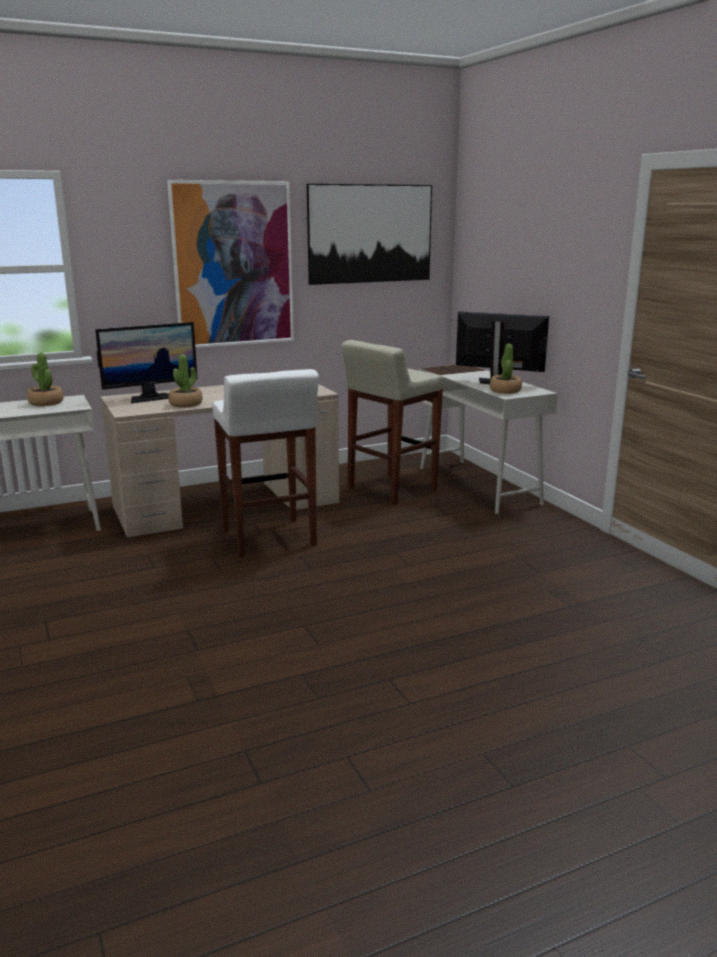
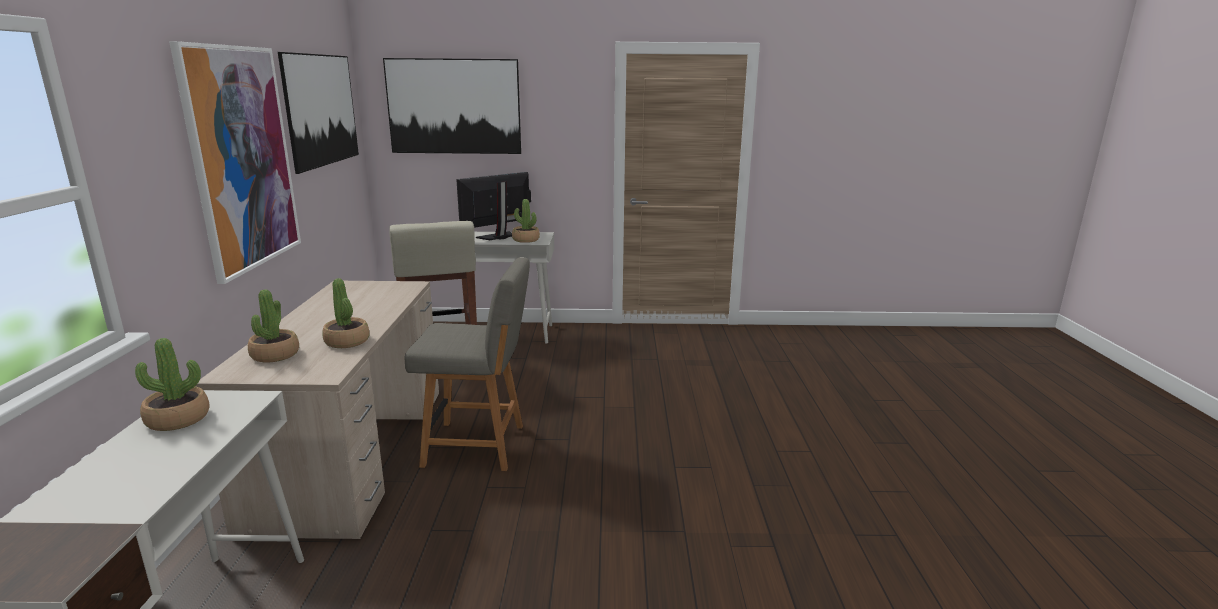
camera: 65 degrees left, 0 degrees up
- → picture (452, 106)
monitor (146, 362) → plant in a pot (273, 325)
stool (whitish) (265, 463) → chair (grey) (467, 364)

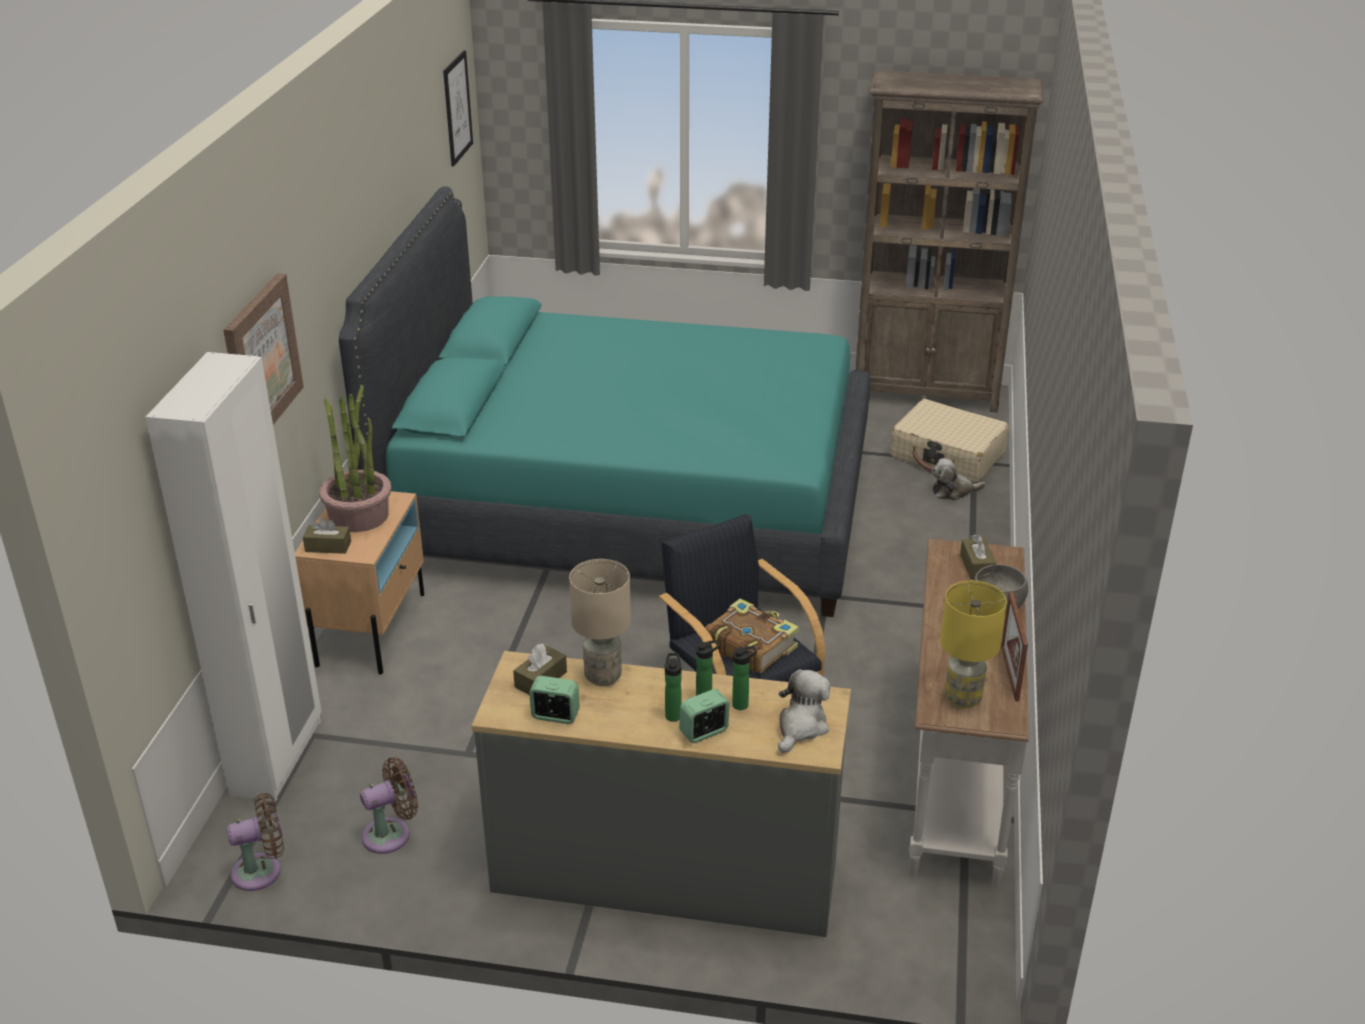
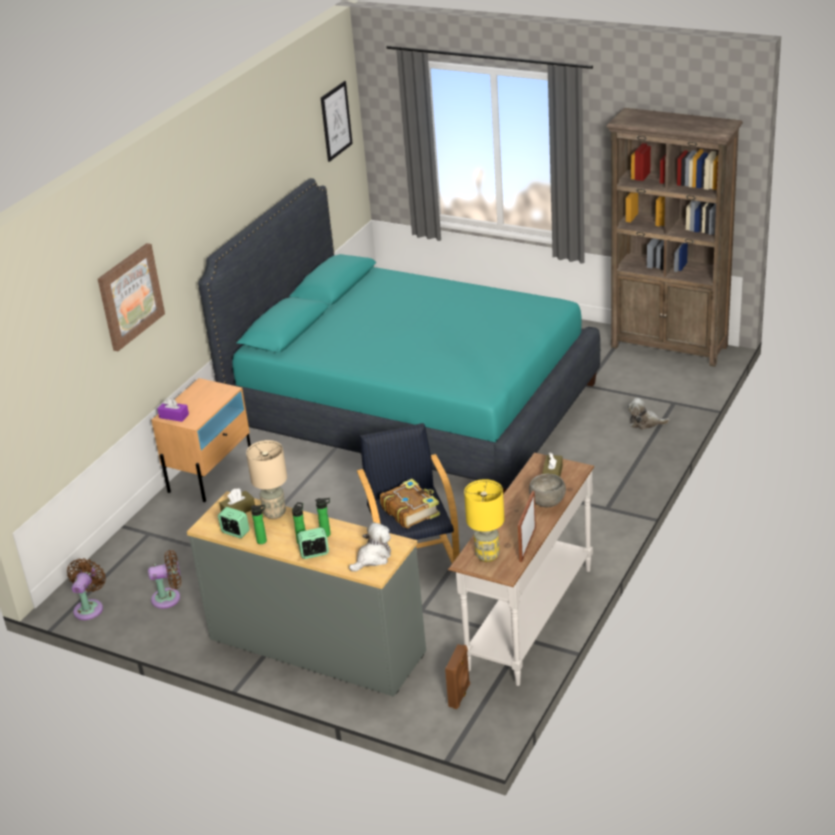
camera: 20 degrees right, 0 degrees up
clothes cupboard (whitish) (234, 577) → -
plant in a pot (355, 458) → -
suitcase (beige-coloured) (950, 441) → -
- → speaker (brownish) (457, 676)
bottle (744, 677) → bottle (258, 524), relocated
tissue box (brownish) (327, 536) → tissue box (purple-coloured) (173, 410)
electric fan (brownish) (255, 842) → electric fan (brownish) (86, 589), 75 degrees counterclockwise

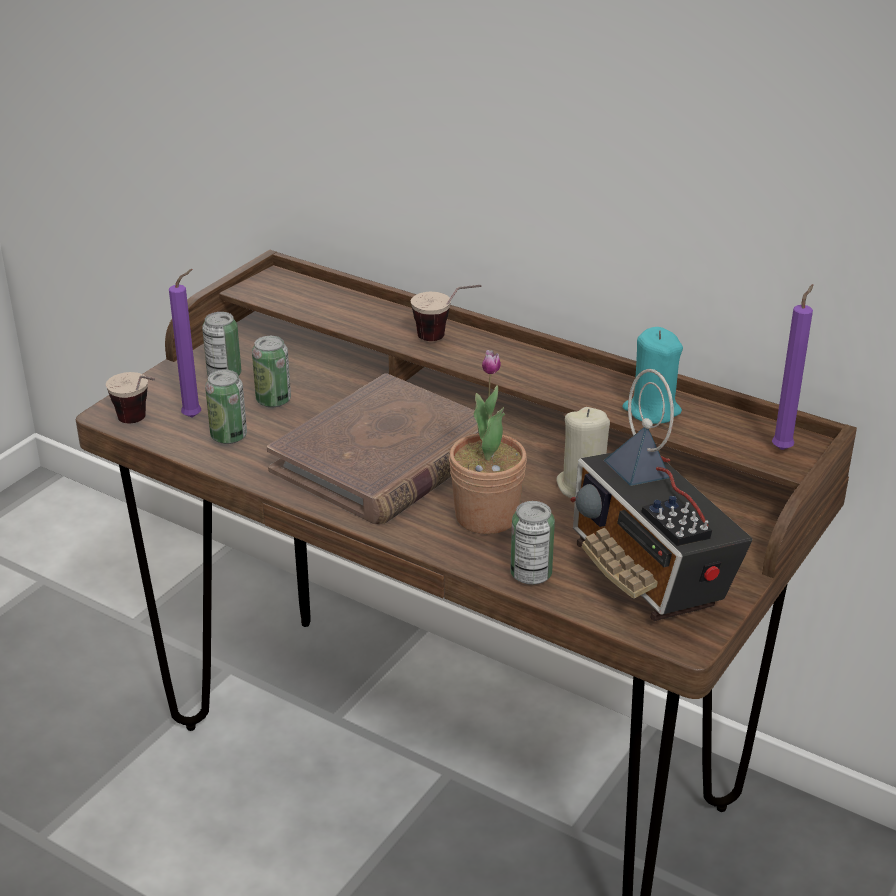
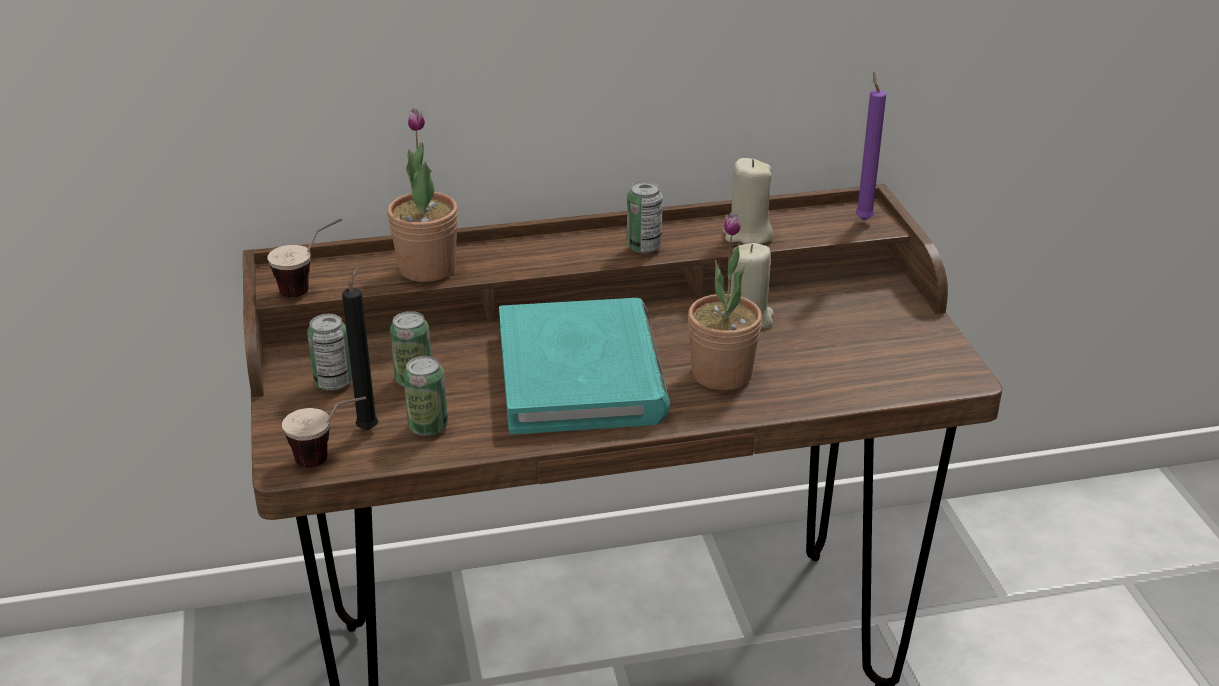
camera: 45 degrees left, 0 degrees up
radio set (661, 495) → -
- → plant in a pot (422, 195)
small cup (446, 313) → small cup (305, 258), relocated
metal can (532, 543) → metal can (645, 217), relocated
wax light (purple-coloured) (185, 343) → wax light (black-coloured) (360, 348)
book (brownish) (373, 449) → book (turquoise) (584, 366)
wax light (turquoise) (652, 375) → wax light (beige-coloured) (748, 201)

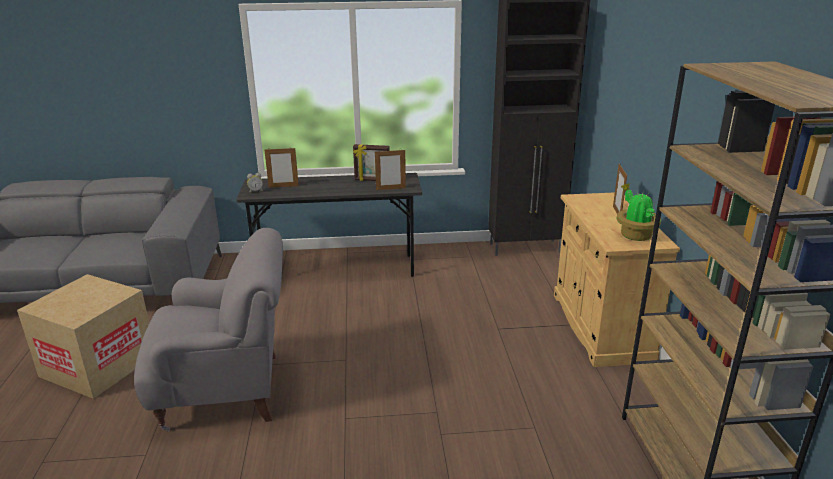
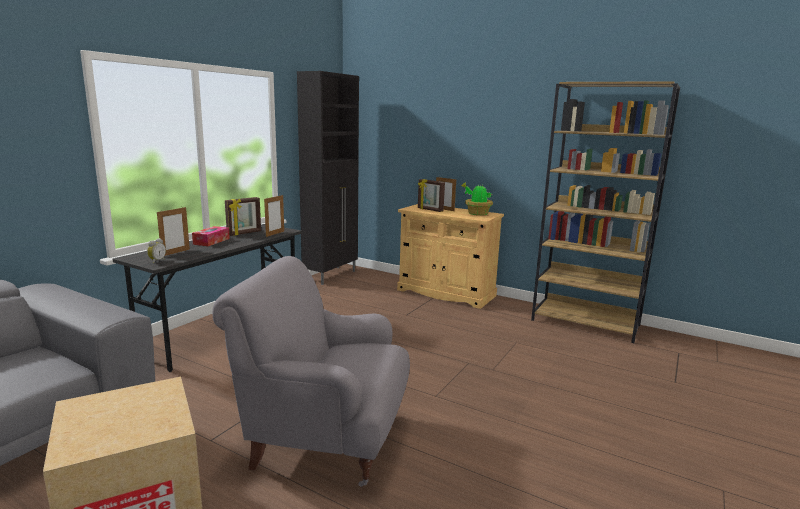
camera: 55 degrees left, 10 degrees down
- → tissue box (211, 236)
- → picture frame (431, 195)
armchair (grey) (208, 329) → armchair (grey) (311, 371), 105 degrees counterclockwise

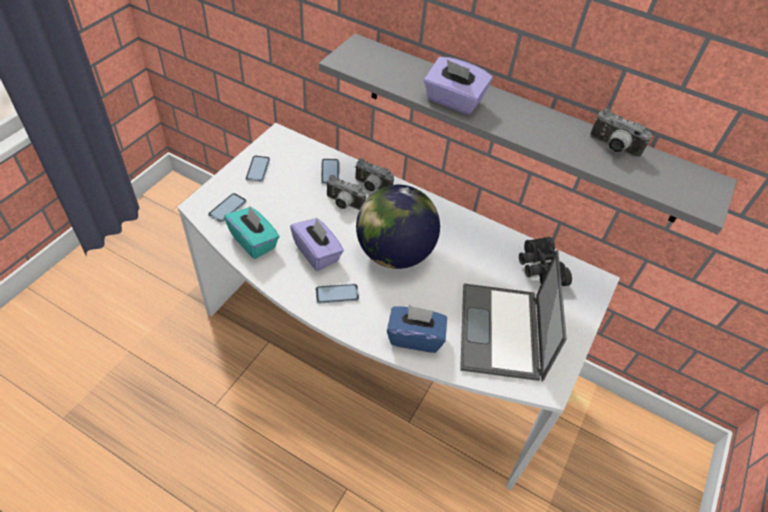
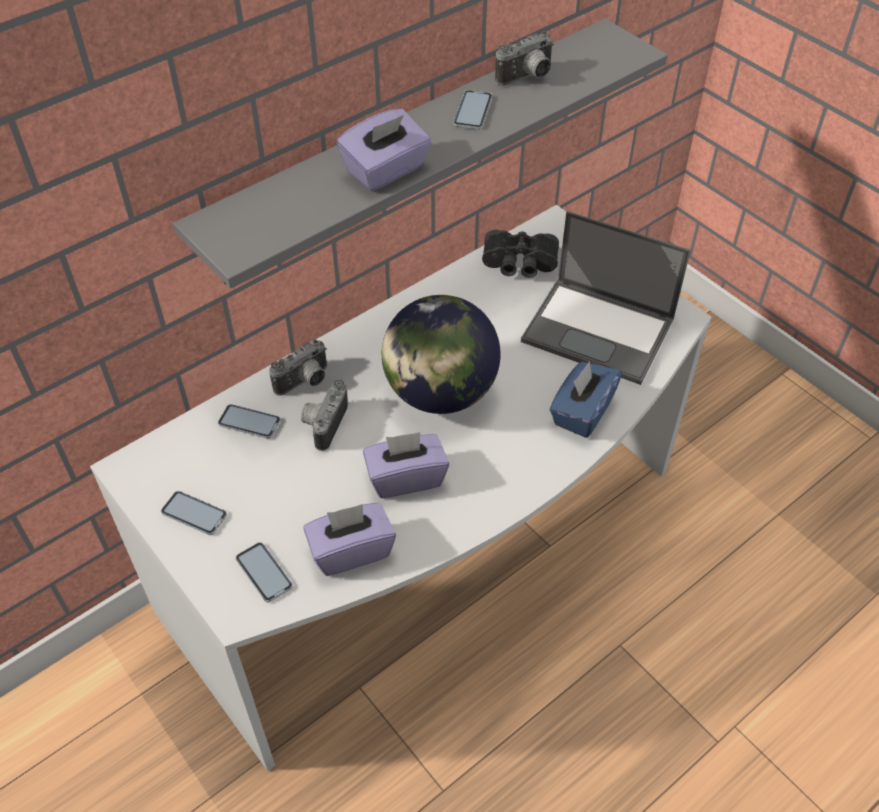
camera: 65 degrees left, 0 degrees up
telephone (337, 294) → telephone (473, 109), relocated
tissue box (turquoise) (252, 232) → tissue box (purple-coloured) (349, 539)
still camera (346, 192) → still camera (324, 415), 150 degrees clockwise

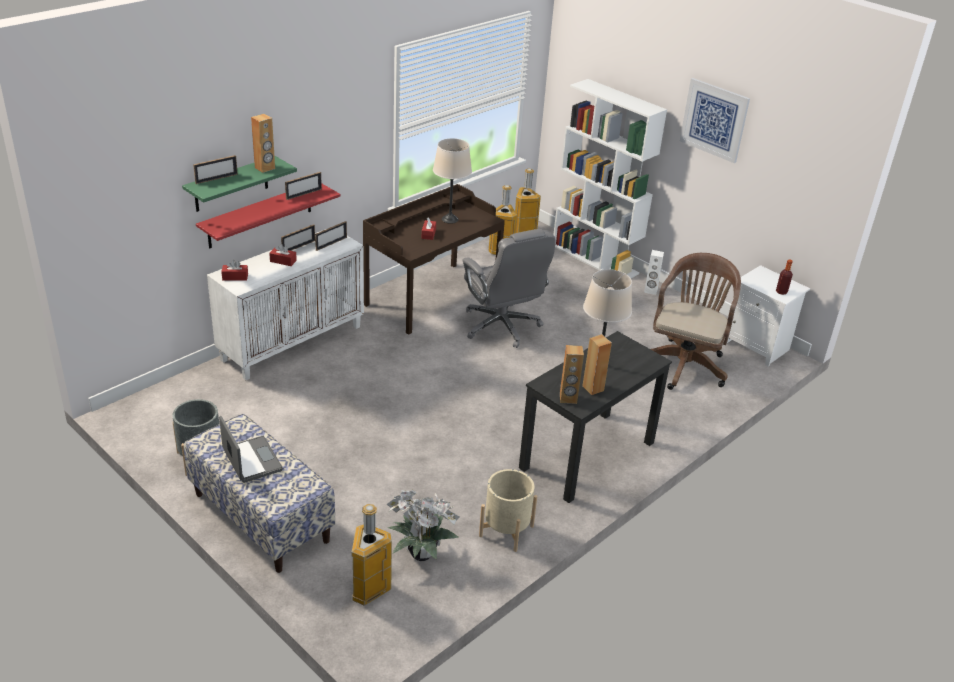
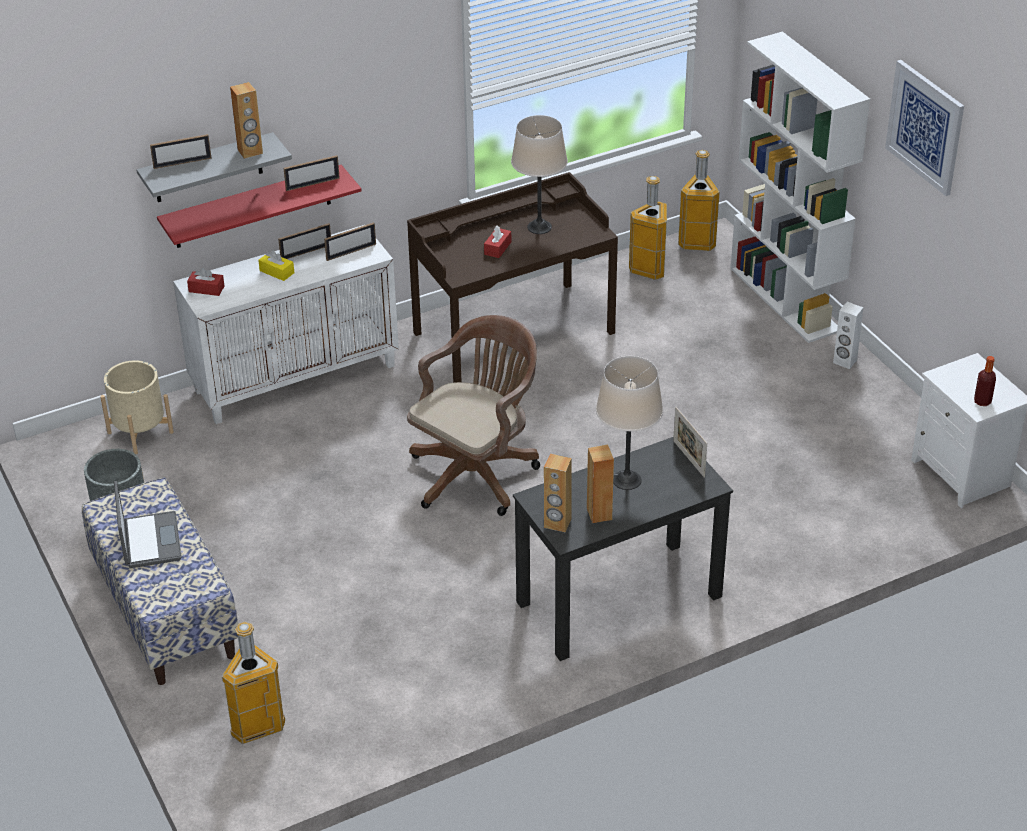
camera: 20 degrees right, 5 degrees up
plant in a pot (423, 525) → -
office chair (grey) (509, 288) → -
- → picture frame (690, 442)
plant pot (beige-coloured) (508, 510) → plant pot (beige-coloured) (137, 407), relocated
office chair (brownish) (696, 321) → office chair (brownish) (473, 415), relocated
shelf (green) (239, 184) → shelf (grey) (214, 167)
tissue box (red) (283, 255) → tissue box (yellow-coloured) (276, 265)

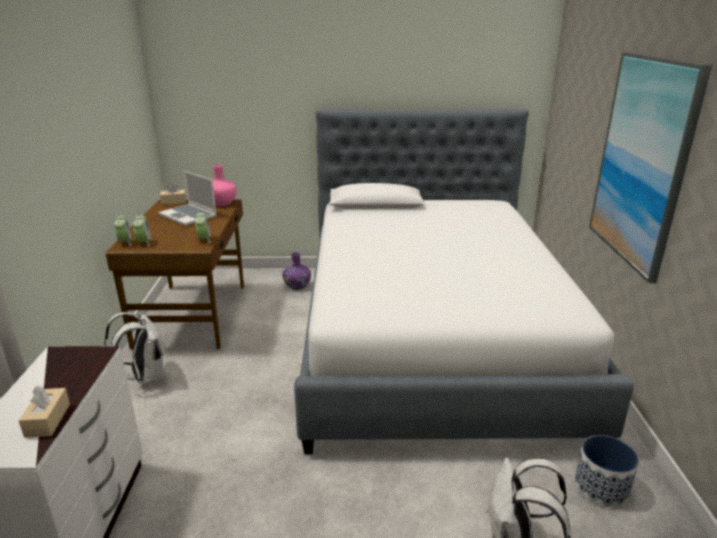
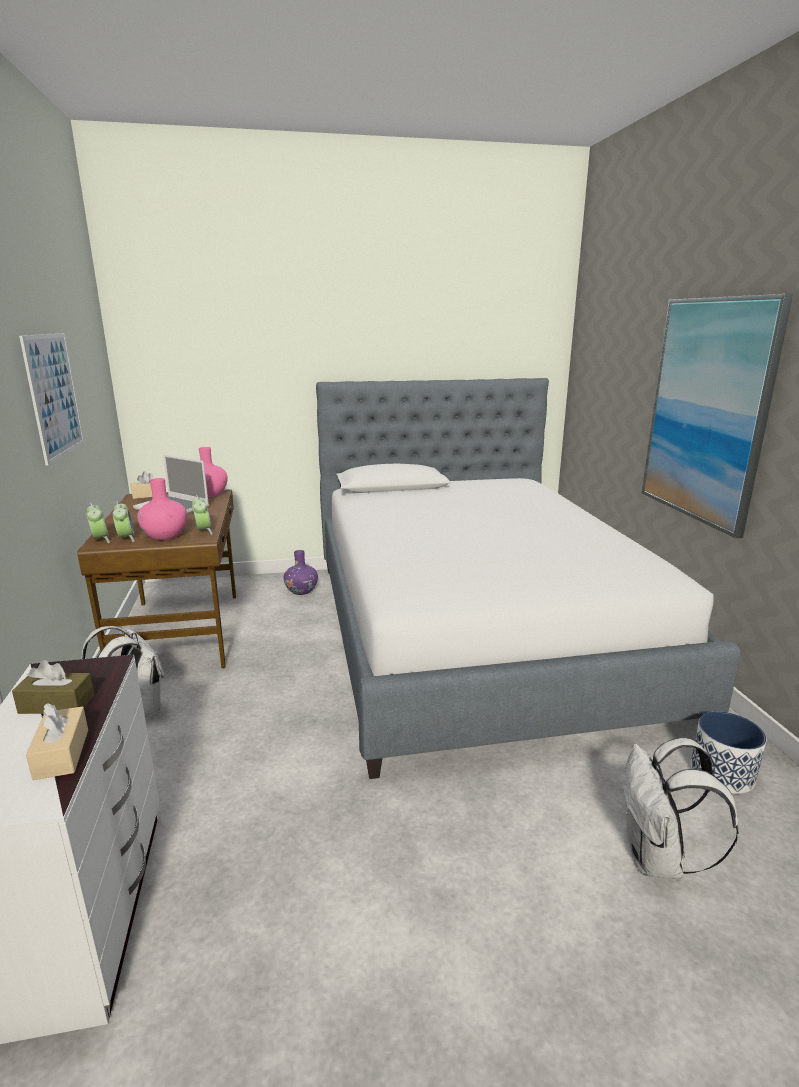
camera: 10 degrees left, 5 degrees down
- → tissue box (brownish) (53, 687)
- → picture (52, 399)
- → flower vase (pink) (162, 509)

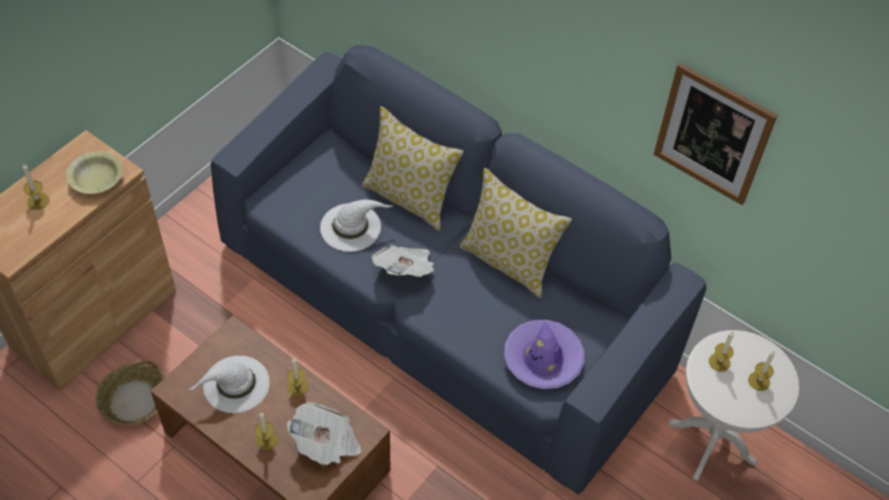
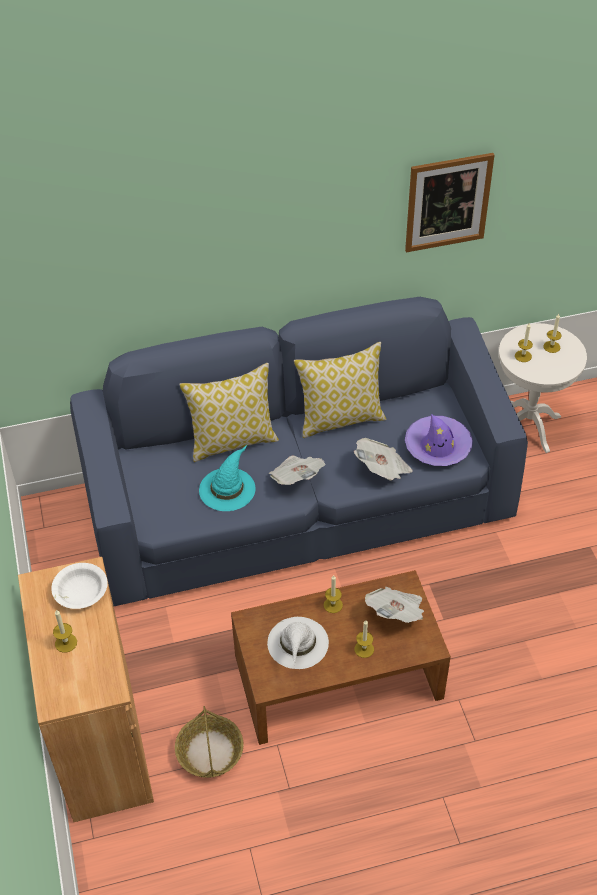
camera: 50 degrees left, 5 degrees down
- → newspaper (383, 459)
bowl (yellow-coloured) (94, 172) → bowl (whitish) (79, 586)
wearable hat (whitish) (357, 225) → wearable hat (turquoise) (227, 478)

